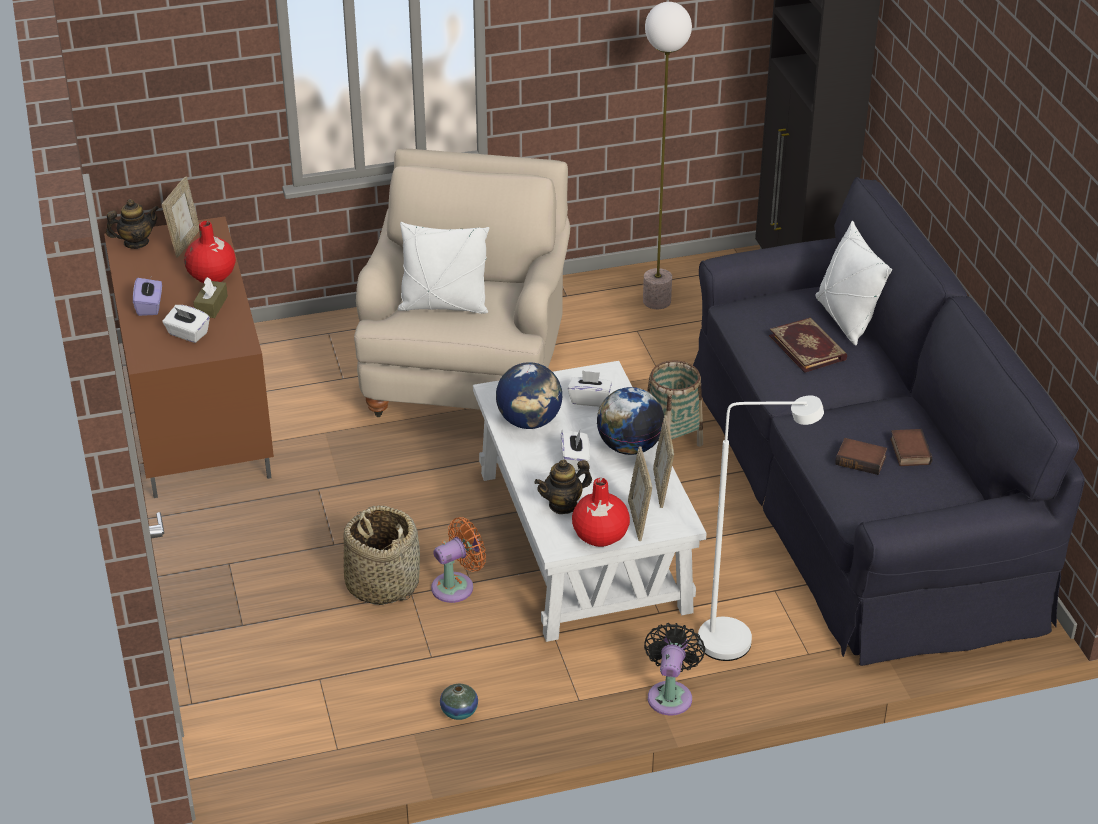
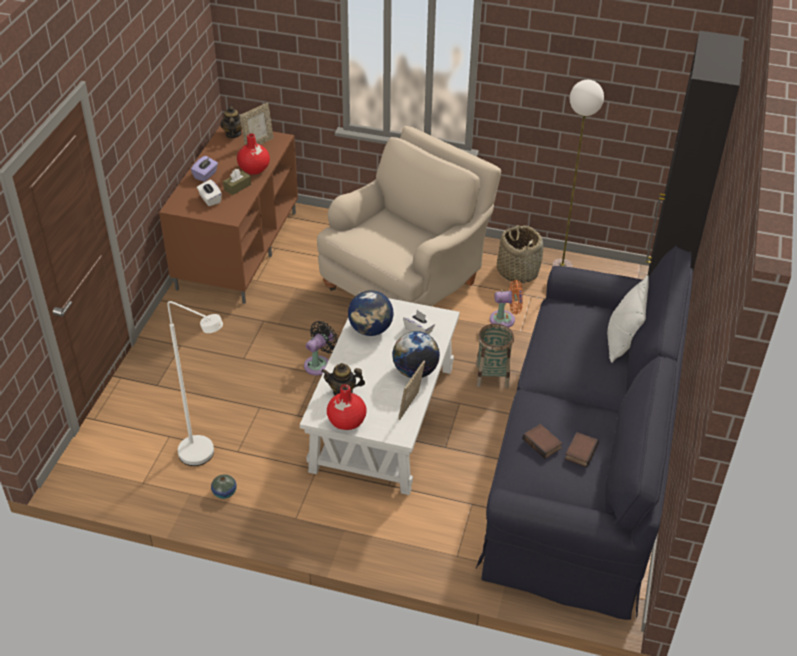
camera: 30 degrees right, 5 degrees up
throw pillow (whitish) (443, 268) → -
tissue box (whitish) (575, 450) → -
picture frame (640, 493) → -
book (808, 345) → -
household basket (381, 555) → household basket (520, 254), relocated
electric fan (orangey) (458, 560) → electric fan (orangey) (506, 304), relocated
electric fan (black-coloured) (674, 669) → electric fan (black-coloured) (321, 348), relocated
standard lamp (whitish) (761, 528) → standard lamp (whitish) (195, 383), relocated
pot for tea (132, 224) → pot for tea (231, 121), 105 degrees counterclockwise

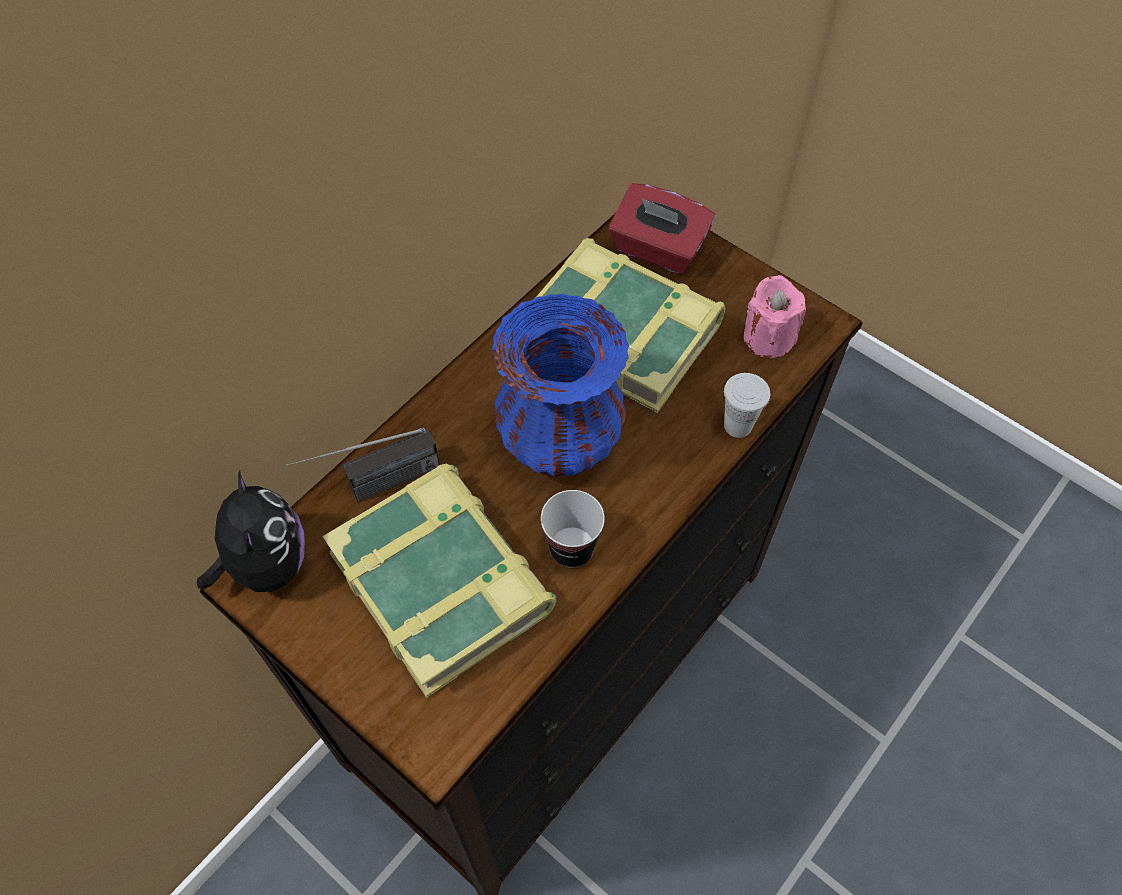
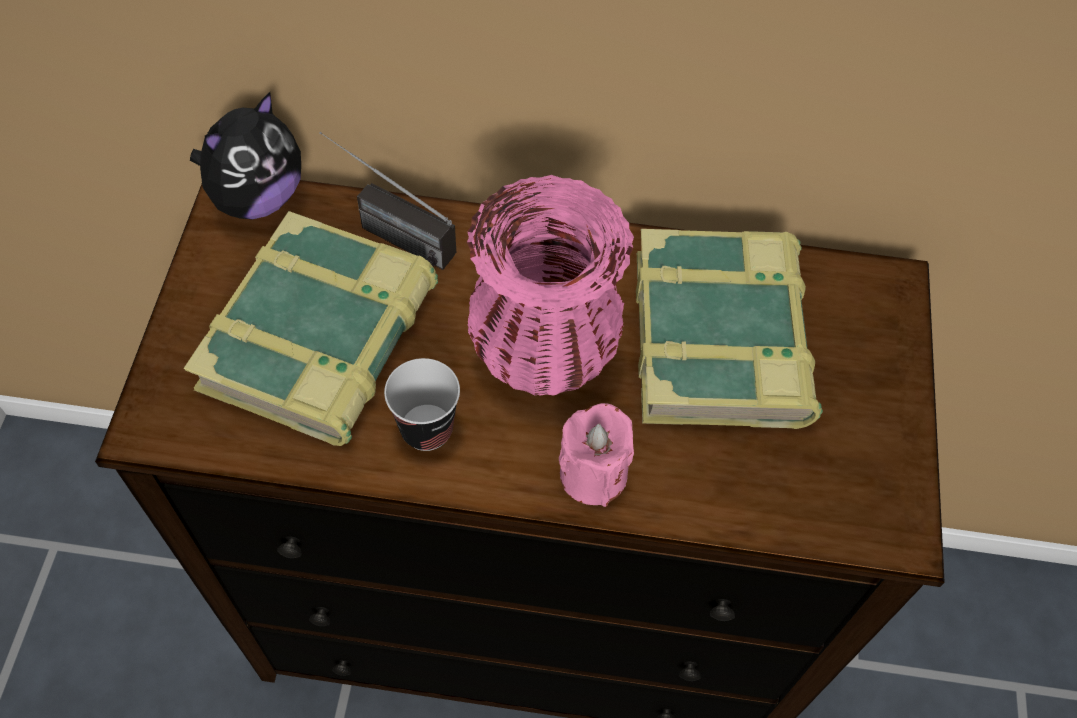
camera: 55 degrees right, 0 degrees up
tissue box (red) (662, 228) → -
small cup (whitish) (747, 405) → -
wax light (pink) (775, 317) → wax light (pink) (596, 455), relocated
flower vase (bluish) (560, 385) → flower vase (pink) (550, 285)

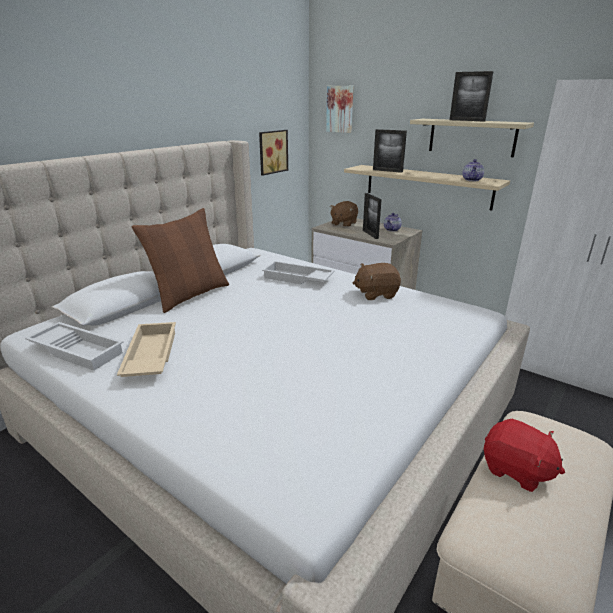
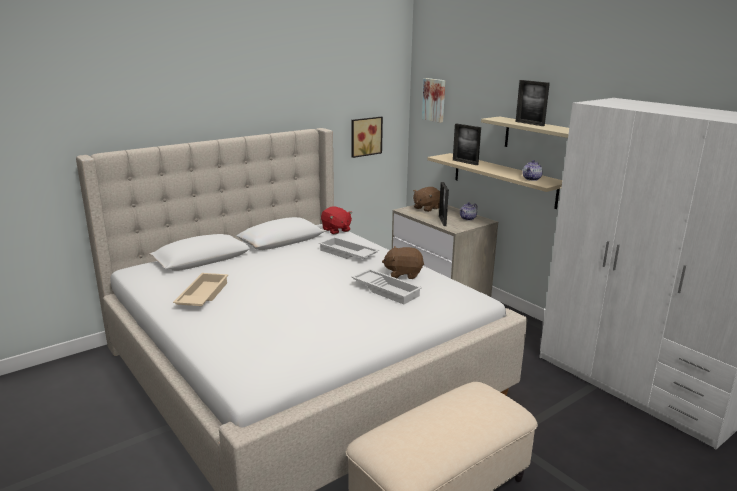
camera: 15 degrees right, 5 degrees down
throw pillow (brownish) (180, 260) → -
serving tray (whitish) (74, 346) → serving tray (whitish) (387, 287), relocated
soft toy (red) (524, 455) → soft toy (red) (337, 220), relocated

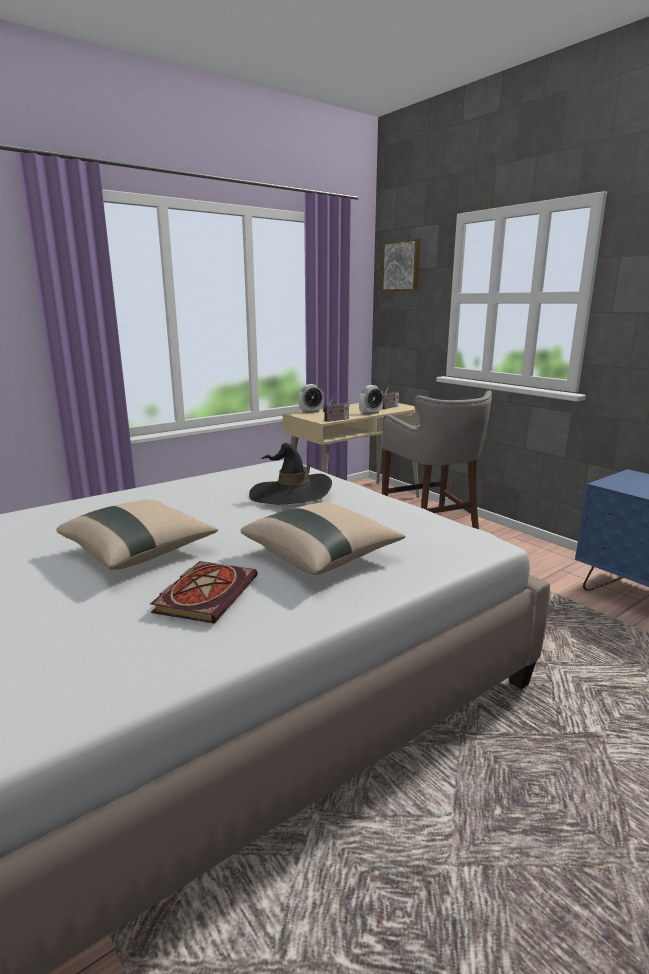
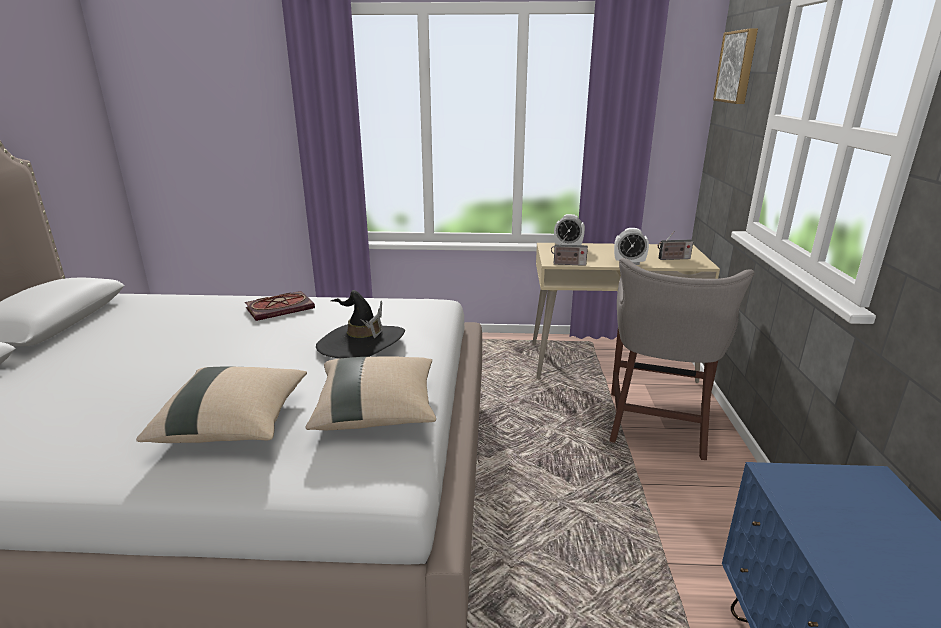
camera: 40 degrees right, 5 degrees up
throw pillow (beige-coloured) (137, 535) → throw pillow (beige-coloured) (370, 393), relocated
book (204, 592) → book (280, 306), relocated

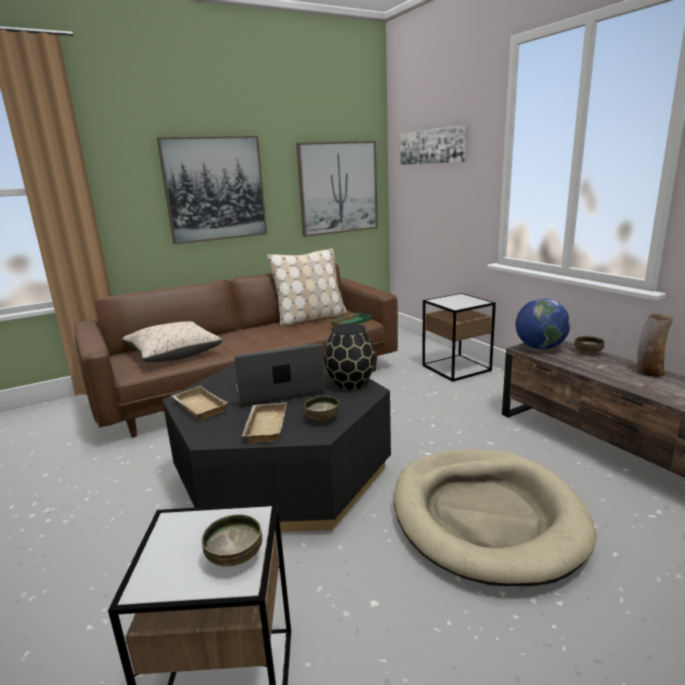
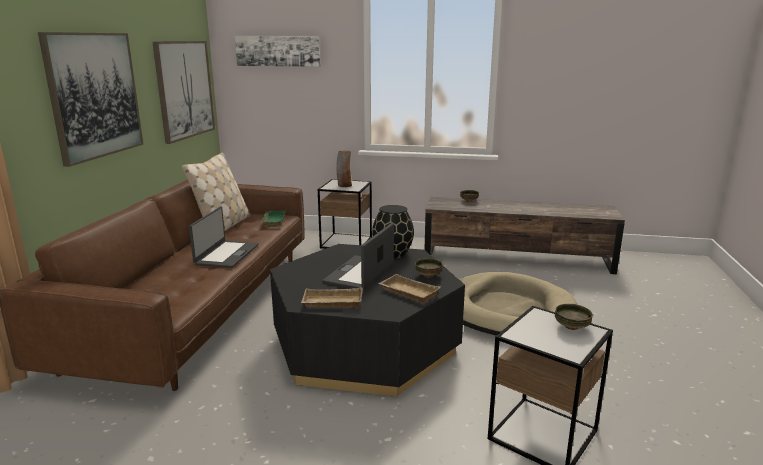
camera: 50 degrees left, 0 degrees up
throw pillow (beige-coloured) (172, 341) → -
globe (543, 324) → -
- → portable computer (224, 237)
flower vase (655, 345) → flower vase (344, 169), relocated

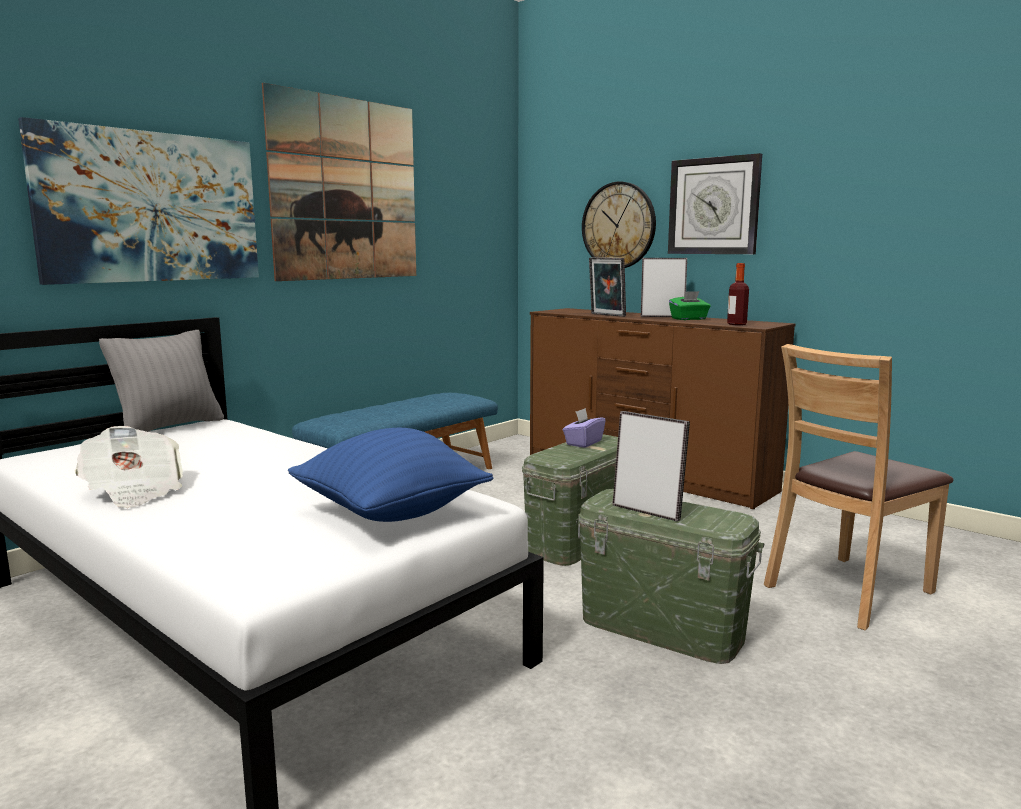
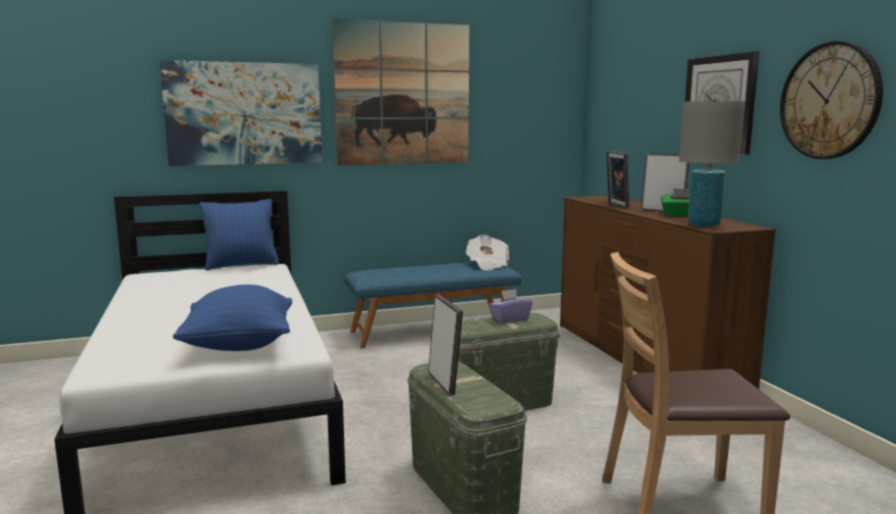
camera: 30 degrees right, 0 degrees up
newspaper (129, 467) → newspaper (487, 252), relocated
hanging clock (619, 225) → hanging clock (831, 100), relocated
bottle (738, 294) → tabletop lamp (grey) (712, 164)
throw pillow (grey) (161, 381) → throw pillow (bluish) (239, 234)

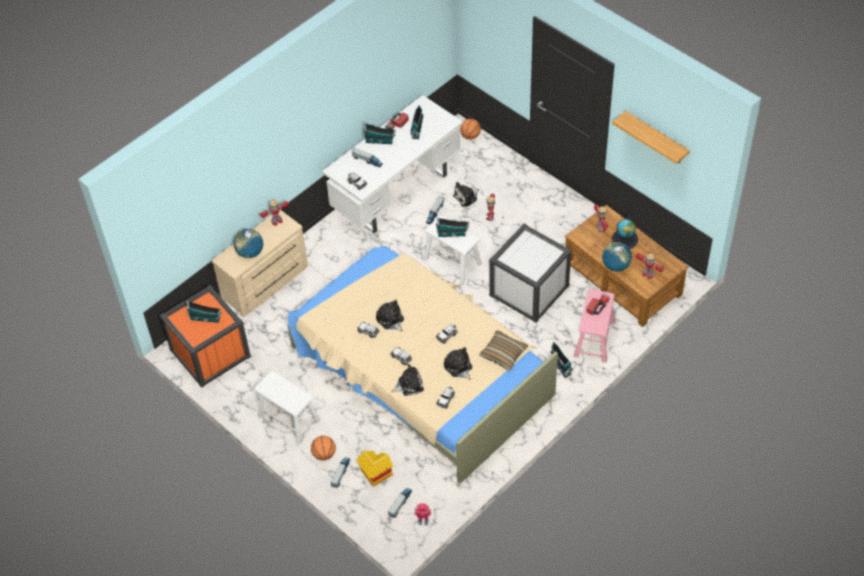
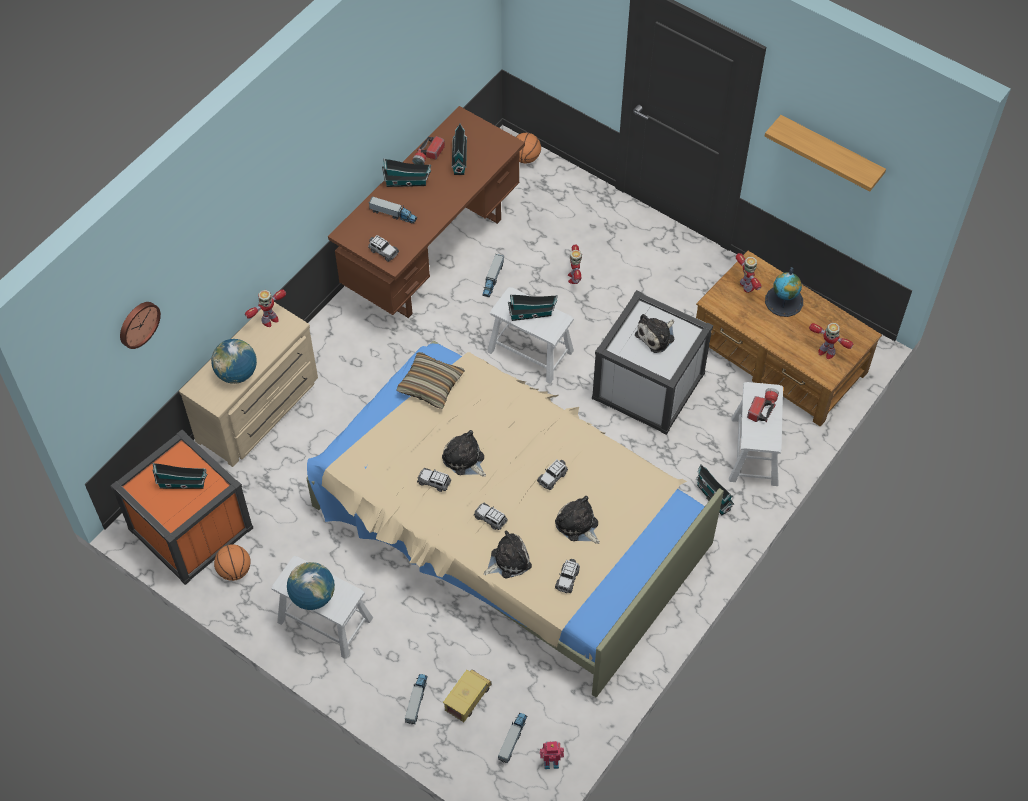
camera: 10 degrees left, 5 degrees up
- → hanging clock (140, 325)
basketball ball (323, 448) → basketball ball (232, 562), relocated
soft toy (466, 194) → soft toy (654, 333), relocated
throw pillow (504, 350) → throw pillow (430, 380), relocated
globe (617, 257) → globe (311, 586), relocated
model house (374, 468) → toy lorry (467, 695)
desk table (whitish) (392, 164) → desk table (brownish) (426, 212)
stool (pink) (594, 326) → stool (whitish) (756, 434)

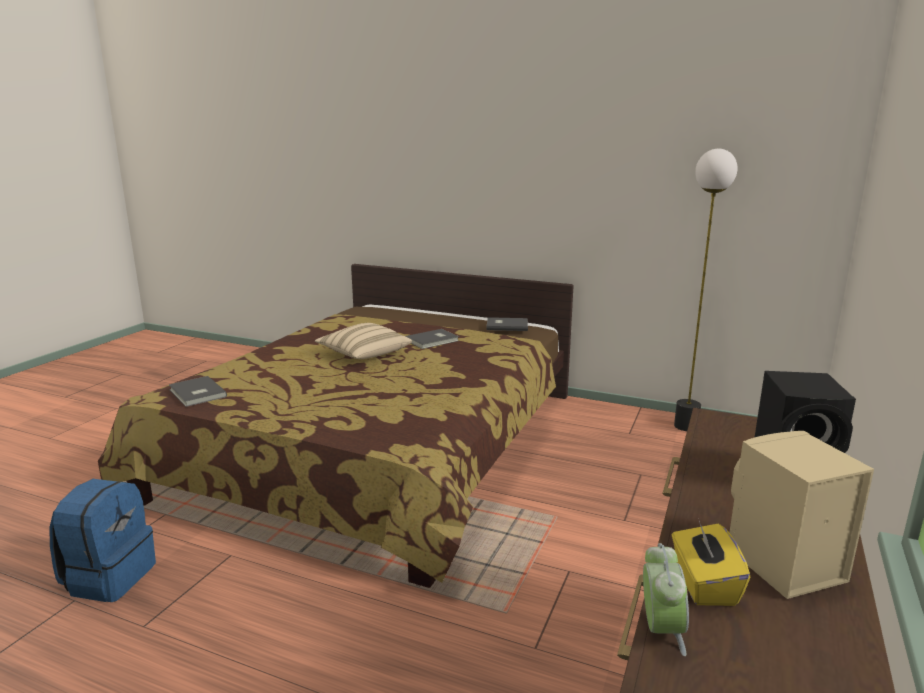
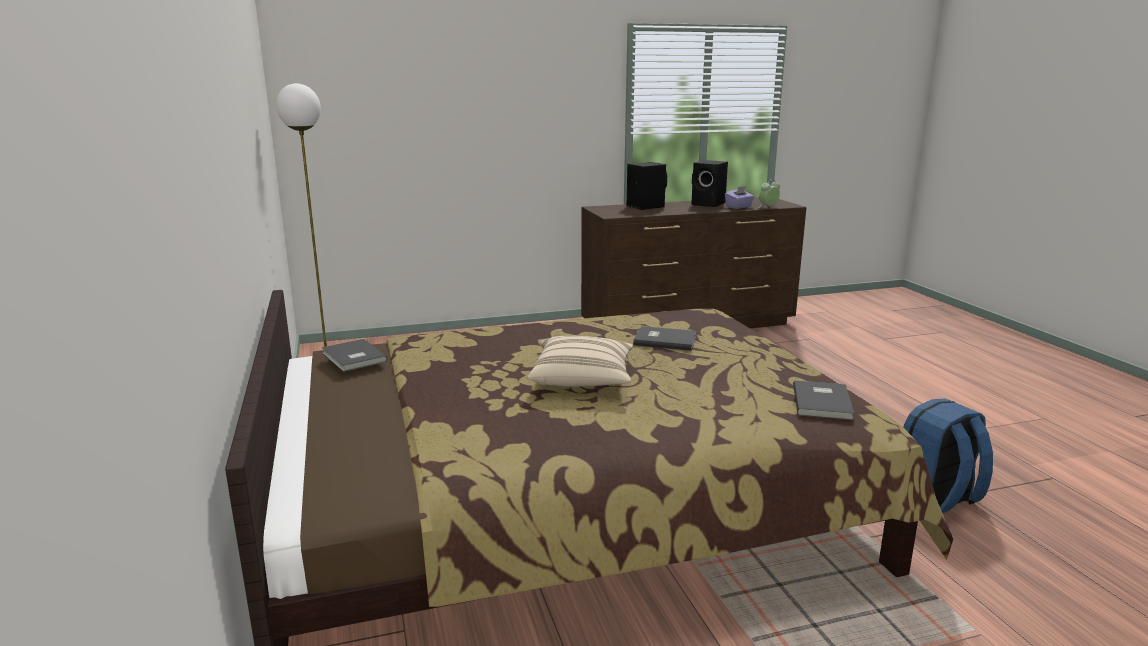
camera: 130 degrees left, 0 degrees up
book (grey) (432, 339) → book (grey) (665, 338), relocated
tissue box (yellow-coloured) (711, 562) → tissue box (purple-coloured) (739, 197)
speaker (beige-coloured) (801, 515) → speaker (black-coloured) (709, 183)

